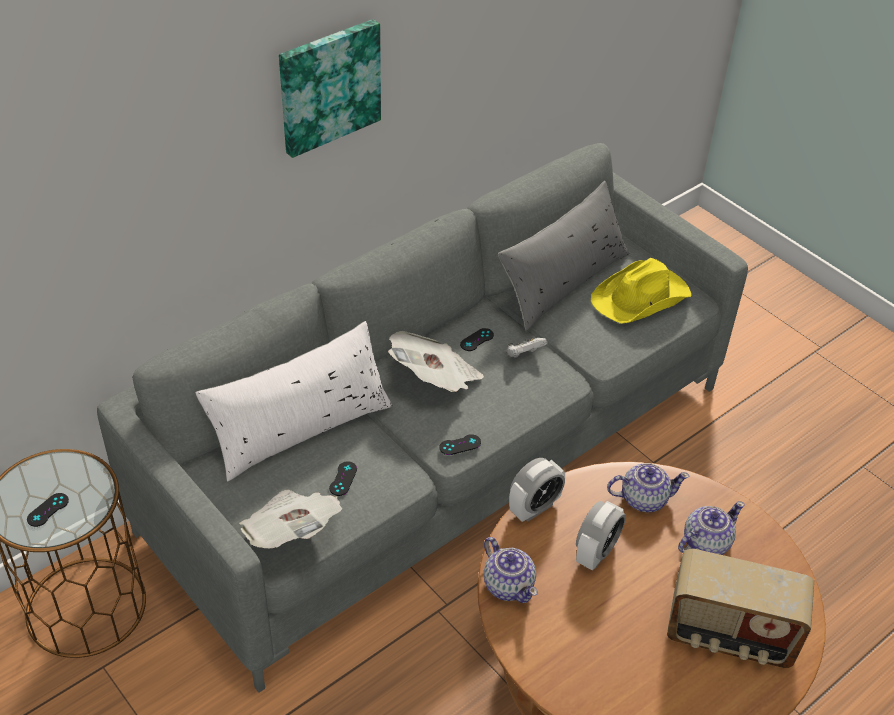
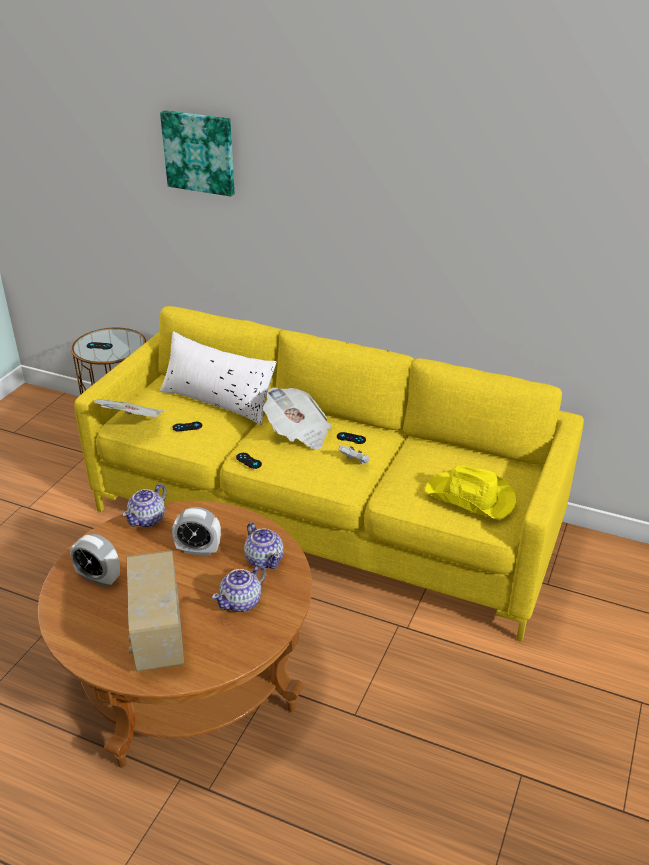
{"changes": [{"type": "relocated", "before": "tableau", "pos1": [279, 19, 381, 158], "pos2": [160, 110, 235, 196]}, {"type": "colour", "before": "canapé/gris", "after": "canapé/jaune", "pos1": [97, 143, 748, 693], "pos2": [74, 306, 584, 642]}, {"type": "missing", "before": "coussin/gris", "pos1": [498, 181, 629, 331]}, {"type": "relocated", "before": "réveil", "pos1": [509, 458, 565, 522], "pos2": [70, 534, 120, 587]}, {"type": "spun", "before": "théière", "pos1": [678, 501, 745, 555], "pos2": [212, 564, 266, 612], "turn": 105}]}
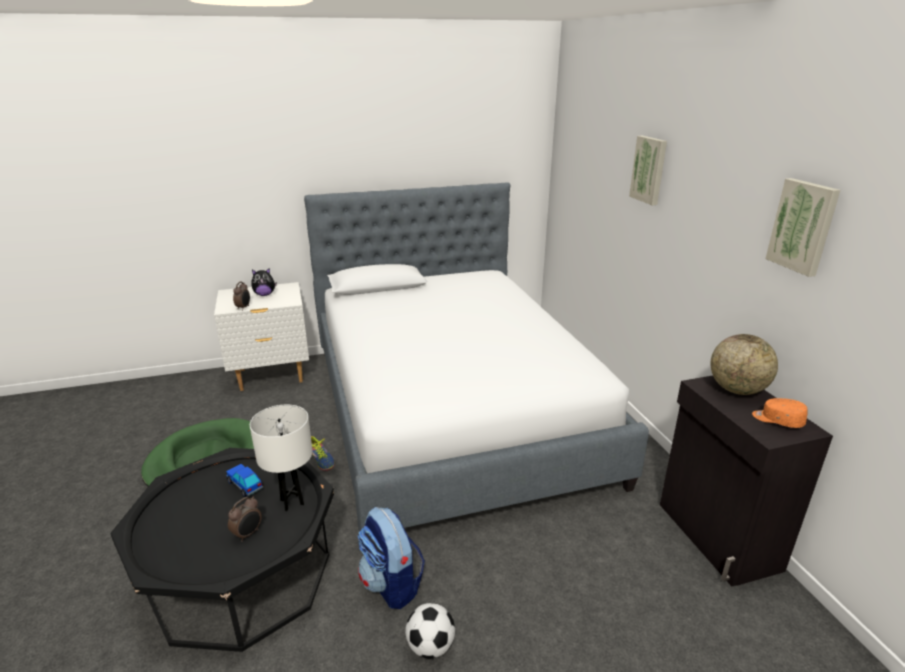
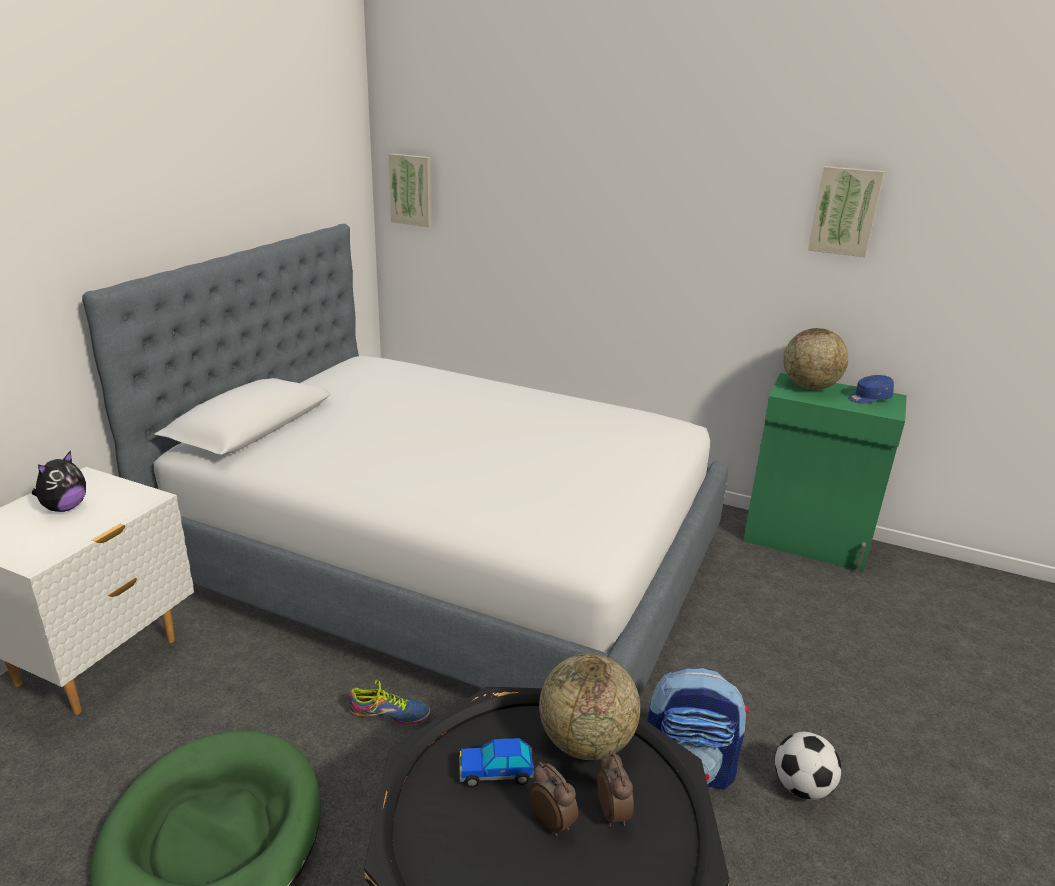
{"changes": [{"type": "relocated", "before": "tableau", "pos1": [629, 136, 667, 205], "pos2": [388, 153, 432, 227]}, {"type": "relocated", "before": "réveil", "pos1": [233, 281, 250, 309], "pos2": [529, 762, 578, 836]}, {"type": "colour", "before": "meuble de rangement/noir", "after": "meuble de rangement/vert", "pos1": [660, 376, 833, 586], "pos2": [743, 373, 907, 572]}, {"type": "colour", "before": "casquette/orange", "after": "casquette/bleu", "pos1": [752, 398, 808, 428], "pos2": [848, 375, 894, 403]}, {"type": "exchanged", "before": "lampe de table/blanc", "after": "globe", "pos1": [250, 405, 313, 511], "pos2": [539, 653, 640, 760]}]}
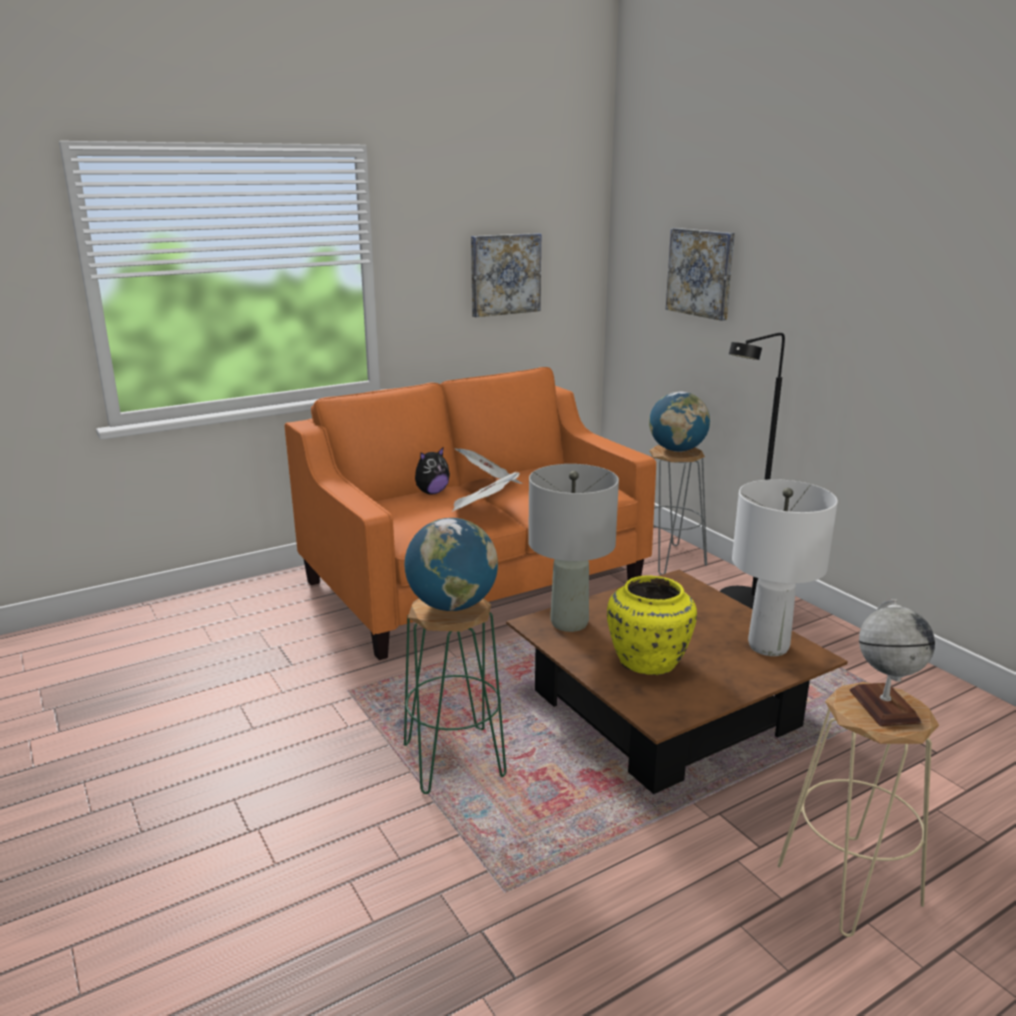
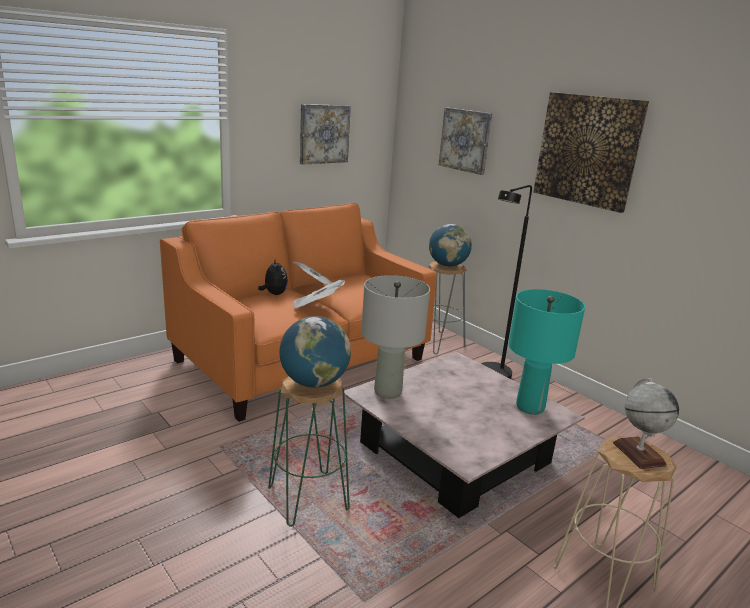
{"changes": [{"type": "spun", "before": "peluche", "pos1": [415, 448, 450, 494], "pos2": [258, 258, 288, 295], "turn": -60}, {"type": "colour", "before": "lampe de table/blanc", "after": "lampe de table/turquoise", "pos1": [732, 479, 838, 656], "pos2": [508, 289, 585, 415]}, {"type": "colour", "before": "table basse/marron", "after": "table basse/rose", "pos1": [506, 570, 848, 794], "pos2": [342, 352, 585, 518]}, {"type": "missing", "before": "vase/jaune", "pos1": [607, 575, 697, 675]}, {"type": "appeared", "after": "tableau", "pos2": [533, 92, 649, 213]}]}
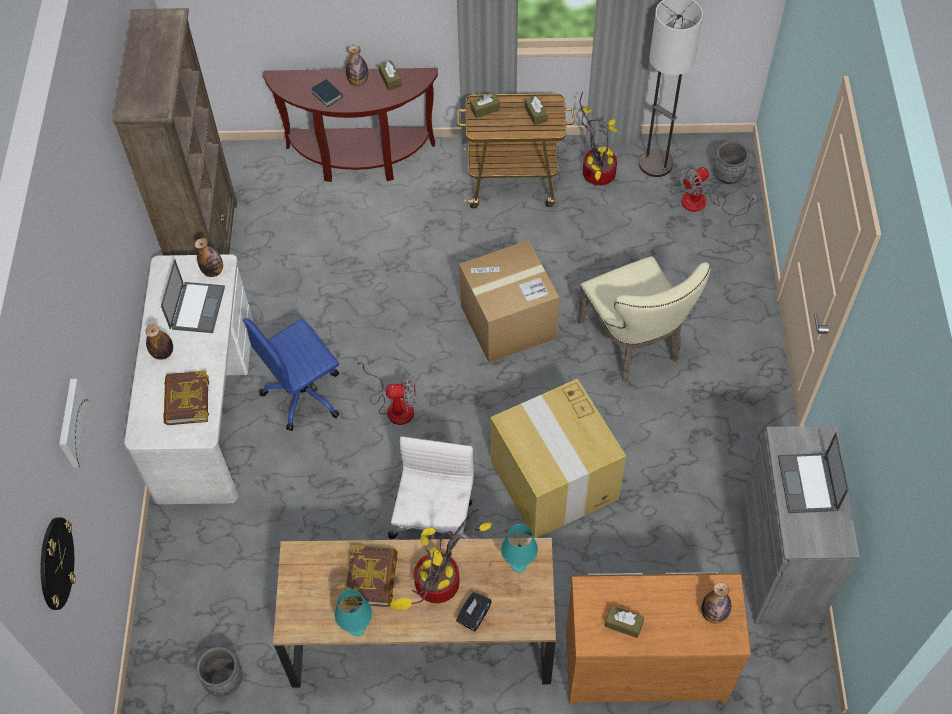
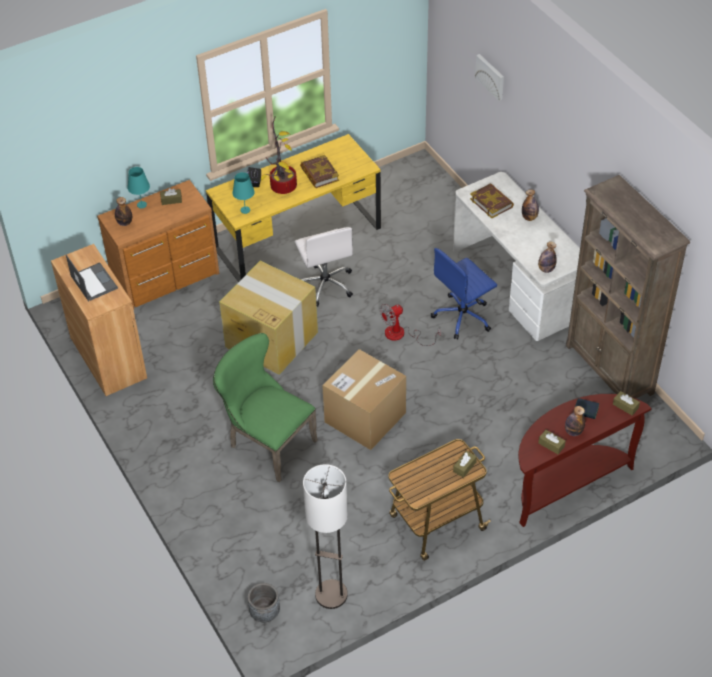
{"changes": [{"type": "missing", "before": "plante en pot", "pos1": [579, 92, 618, 185]}, {"type": "relocated", "before": "boîte à mouchoirs/marron", "pos1": [525, 96, 548, 125], "pos2": [613, 391, 640, 415]}, {"type": "missing", "before": "ventilateur", "pos1": [679, 167, 757, 216]}, {"type": "colour", "before": "chaise/beige", "after": "chaise/vert", "pos1": [577, 256, 711, 382], "pos2": [213, 333, 318, 482]}, {"type": "missing", "before": "ordinateur portable", "pos1": [161, 259, 225, 333]}, {"type": "spun", "before": "chaise de bureau/bleu", "pos1": [242, 318, 339, 431], "pos2": [431, 248, 497, 340], "turn": -150}, {"type": "colour", "before": "meuble de rangement/gris", "after": "meuble de rangement/marron", "pos1": [739, 426, 860, 624], "pos2": [51, 244, 147, 396]}, {"type": "missing", "before": "horloge murale", "pos1": [41, 517, 76, 610]}, {"type": "colour", "before": "bureau/marron", "after": "bureau/jaune", "pos1": [273, 538, 556, 688], "pos2": [206, 134, 381, 282]}, {"type": "relocated", "before": "lampe de table/turquoise", "pos1": [335, 589, 372, 636], "pos2": [128, 167, 150, 208]}, {"type": "missing", "before": "cache-pot/gris", "pos1": [196, 647, 243, 697]}]}
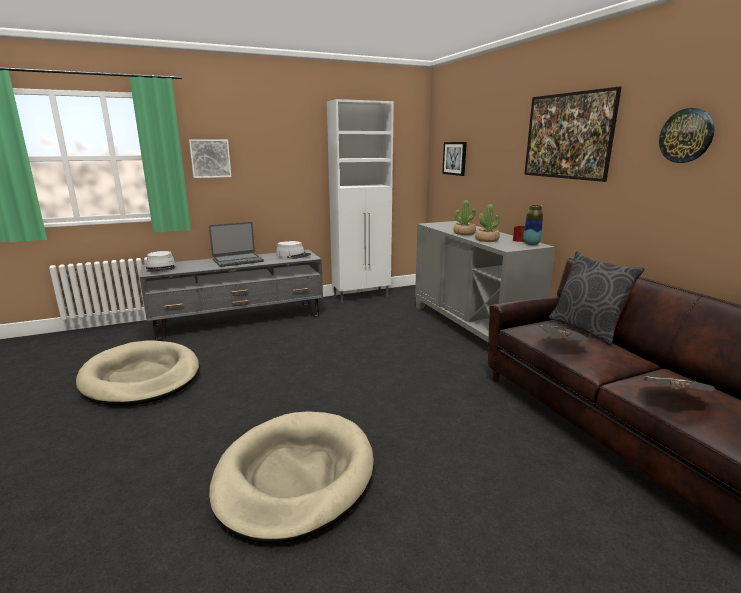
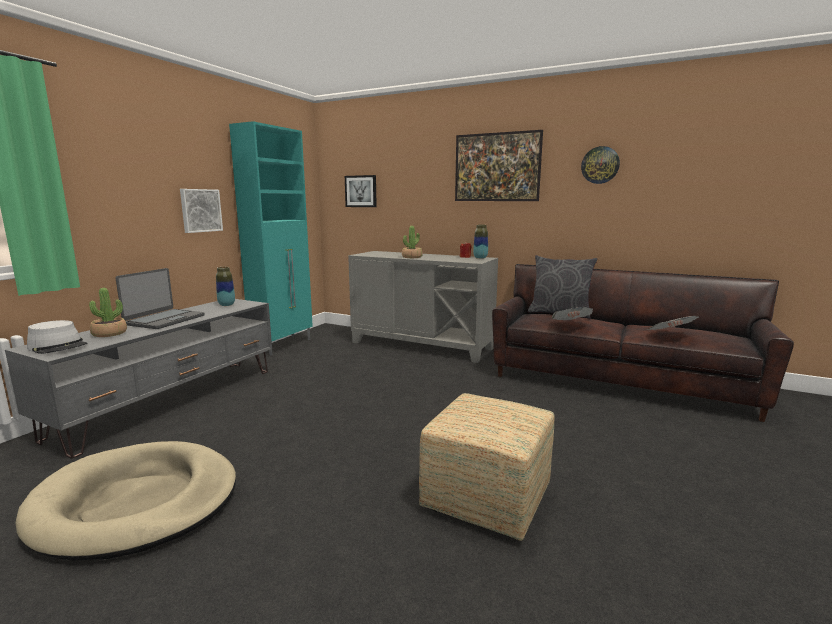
{"changes": [{"type": "colour", "before": "meuble de rangement/blanc", "after": "meuble de rangement/turquoise", "pos1": [327, 99, 394, 303], "pos2": [229, 121, 313, 355]}, {"type": "relocated", "before": "tableau", "pos1": [189, 139, 231, 178], "pos2": [180, 189, 223, 233]}, {"type": "relocated", "before": "plante en pot", "pos1": [475, 204, 500, 242], "pos2": [89, 288, 127, 337]}, {"type": "exchanged", "before": "chapeau/gris", "after": "vase", "pos1": [276, 241, 311, 259], "pos2": [216, 267, 235, 306]}, {"type": "exchanged", "before": "panier pour chien/beige", "after": "pouf", "pos1": [209, 411, 374, 543], "pos2": [419, 393, 554, 541]}]}
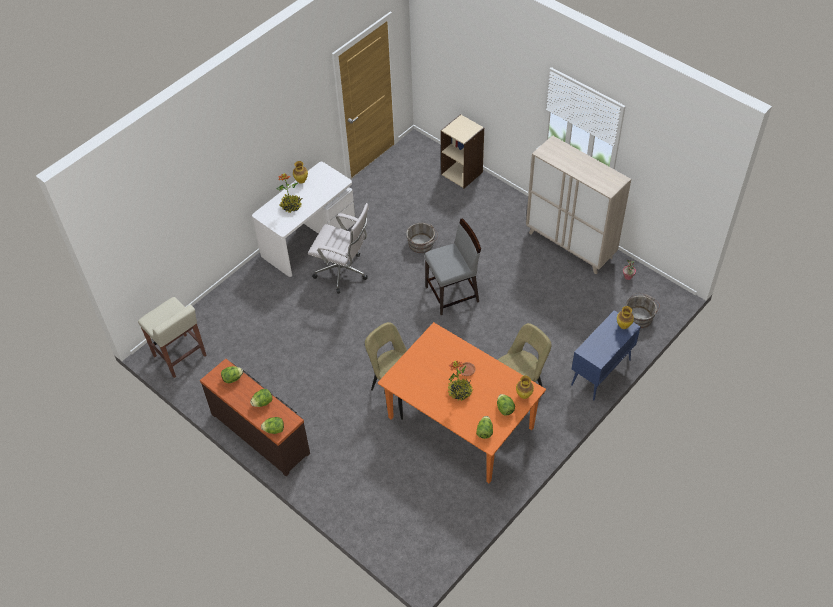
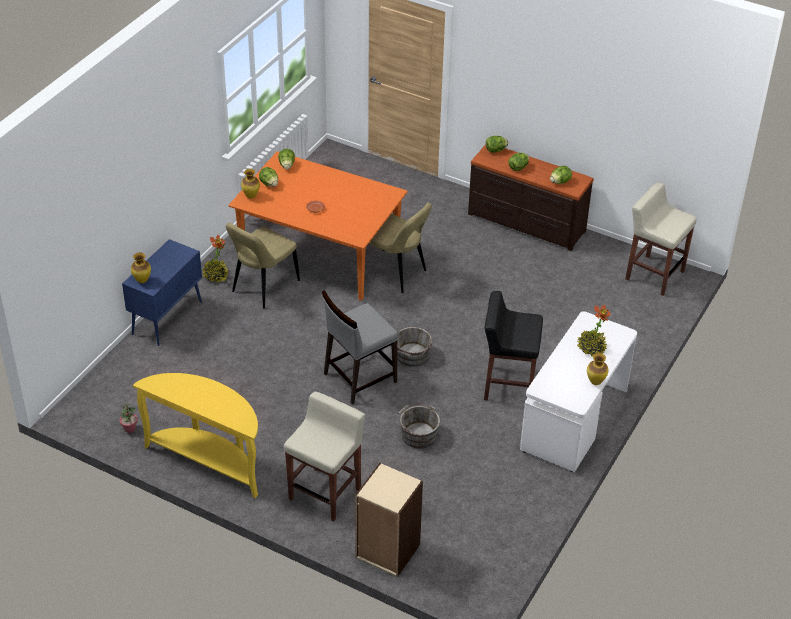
{"changes": [{"type": "exchanged", "before": "meuble de rangement/beige", "after": "table console/jaune", "pos1": [526, 135, 631, 274], "pos2": [133, 373, 258, 498]}, {"type": "exchanged", "before": "chaise de bureau/blanc", "after": "tabouret/noir", "pos1": [308, 203, 369, 294], "pos2": [484, 291, 543, 401]}, {"type": "relocated", "before": "seau/gris", "pos1": [626, 293, 660, 328], "pos2": [397, 327, 433, 367]}, {"type": "relocated", "before": "plante en pot", "pos1": [448, 360, 473, 401], "pos2": [202, 235, 229, 283]}, {"type": "appeared", "after": "tabouret/beige", "pos2": [284, 391, 365, 521]}]}
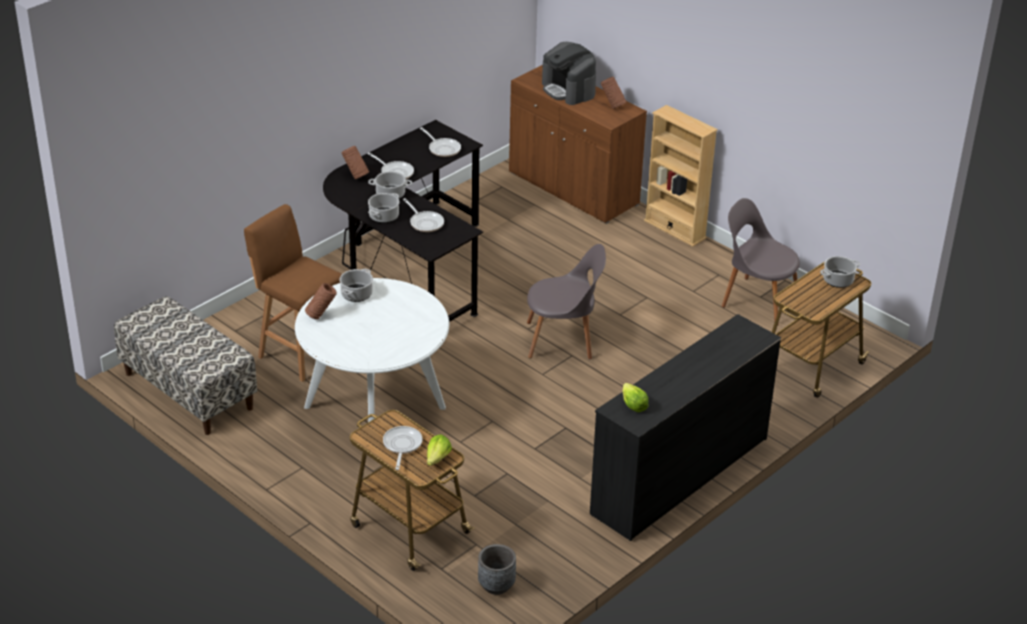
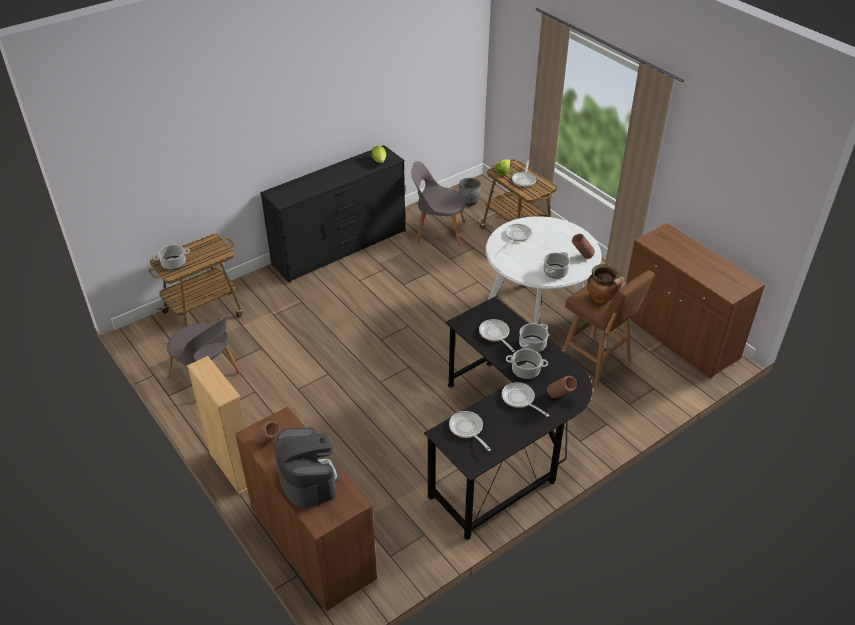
{"changes": [{"type": "relocated", "before": "chaise/gris", "pos1": [527, 244, 606, 359], "pos2": [411, 161, 465, 246]}, {"type": "exchanged", "before": "banc", "after": "meuble de rangement/marron", "pos1": [114, 296, 257, 435], "pos2": [626, 223, 766, 379]}, {"type": "appeared", "after": "poêle", "pos2": [503, 224, 532, 249]}, {"type": "appeared", "after": "marmite", "pos2": [587, 264, 622, 303]}]}
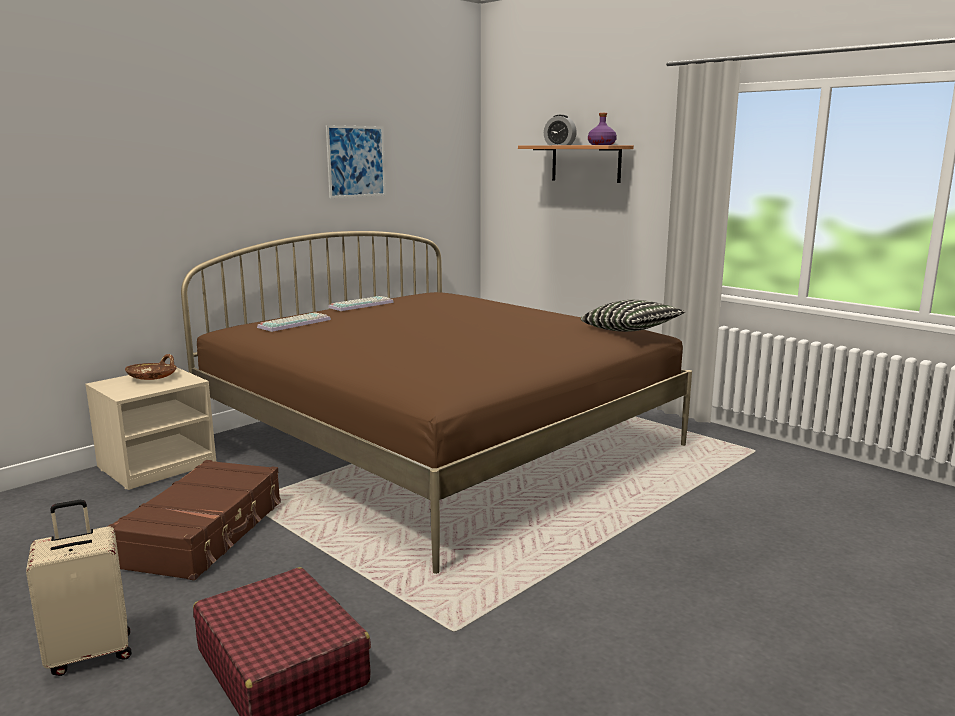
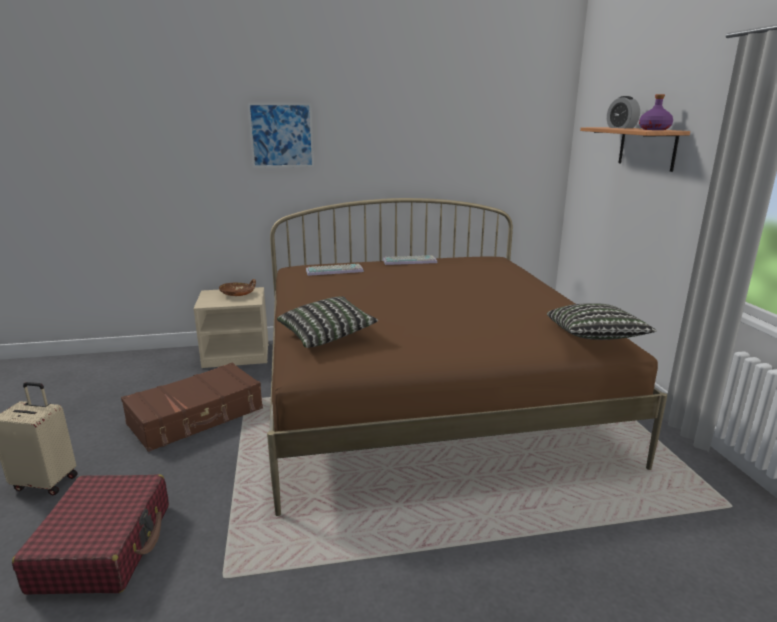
{"changes": [{"type": "relocated", "before": "tableau", "pos1": [326, 125, 385, 198], "pos2": [248, 103, 314, 168]}, {"type": "appeared", "after": "coussin", "pos2": [277, 297, 378, 348]}]}
